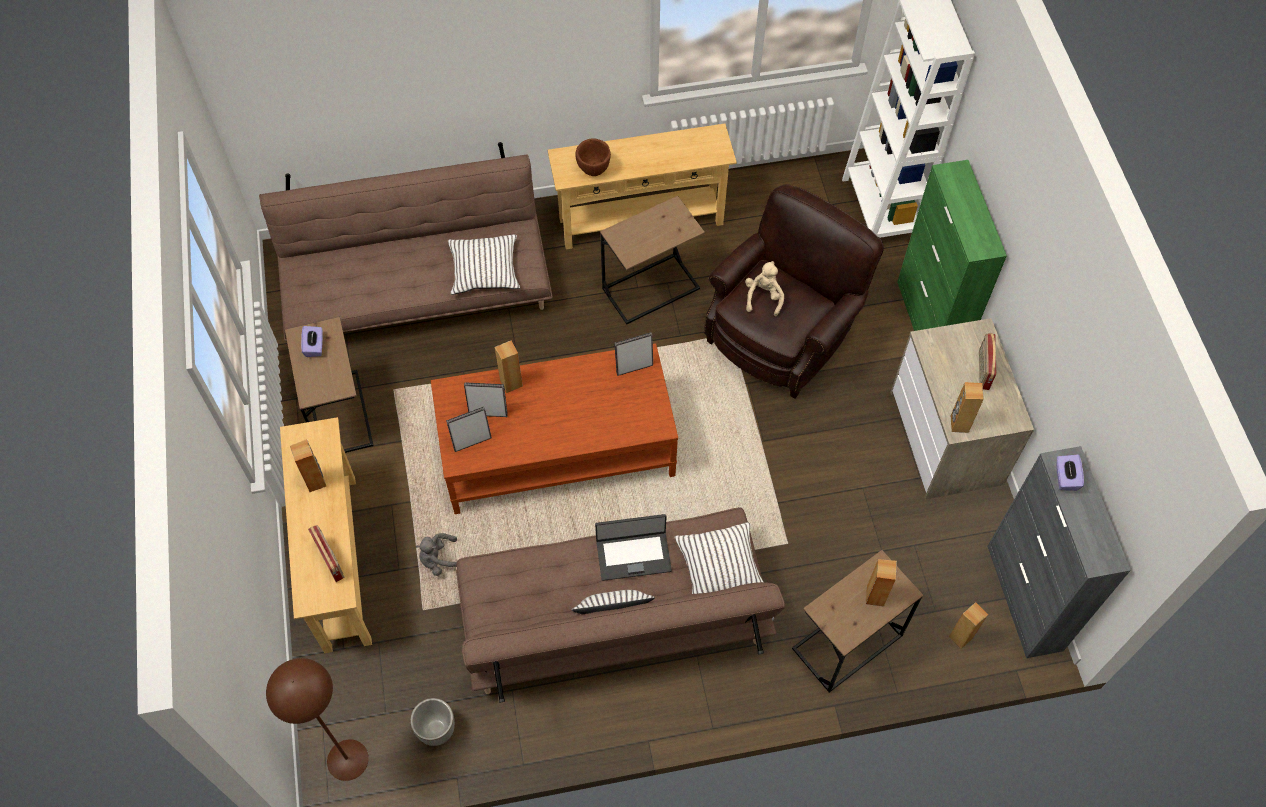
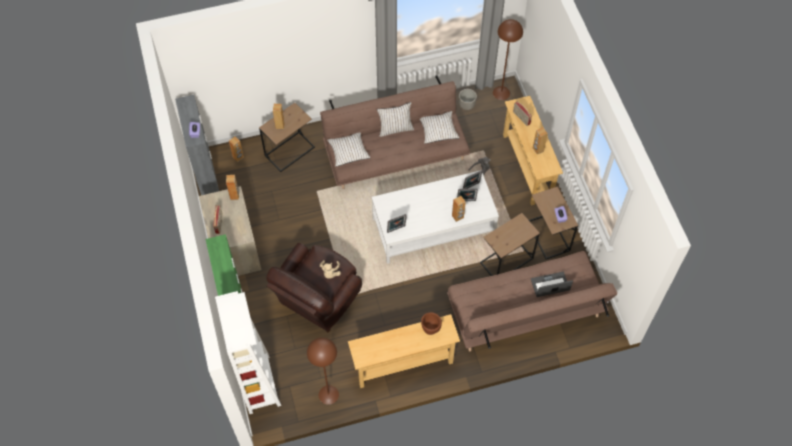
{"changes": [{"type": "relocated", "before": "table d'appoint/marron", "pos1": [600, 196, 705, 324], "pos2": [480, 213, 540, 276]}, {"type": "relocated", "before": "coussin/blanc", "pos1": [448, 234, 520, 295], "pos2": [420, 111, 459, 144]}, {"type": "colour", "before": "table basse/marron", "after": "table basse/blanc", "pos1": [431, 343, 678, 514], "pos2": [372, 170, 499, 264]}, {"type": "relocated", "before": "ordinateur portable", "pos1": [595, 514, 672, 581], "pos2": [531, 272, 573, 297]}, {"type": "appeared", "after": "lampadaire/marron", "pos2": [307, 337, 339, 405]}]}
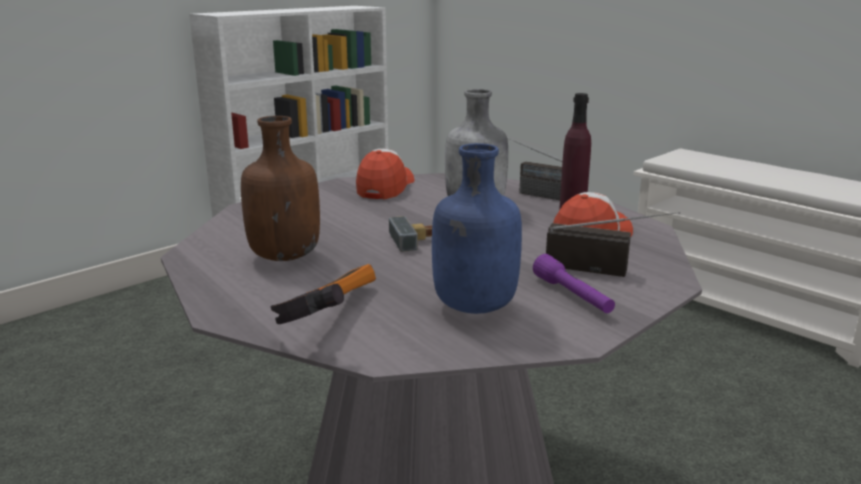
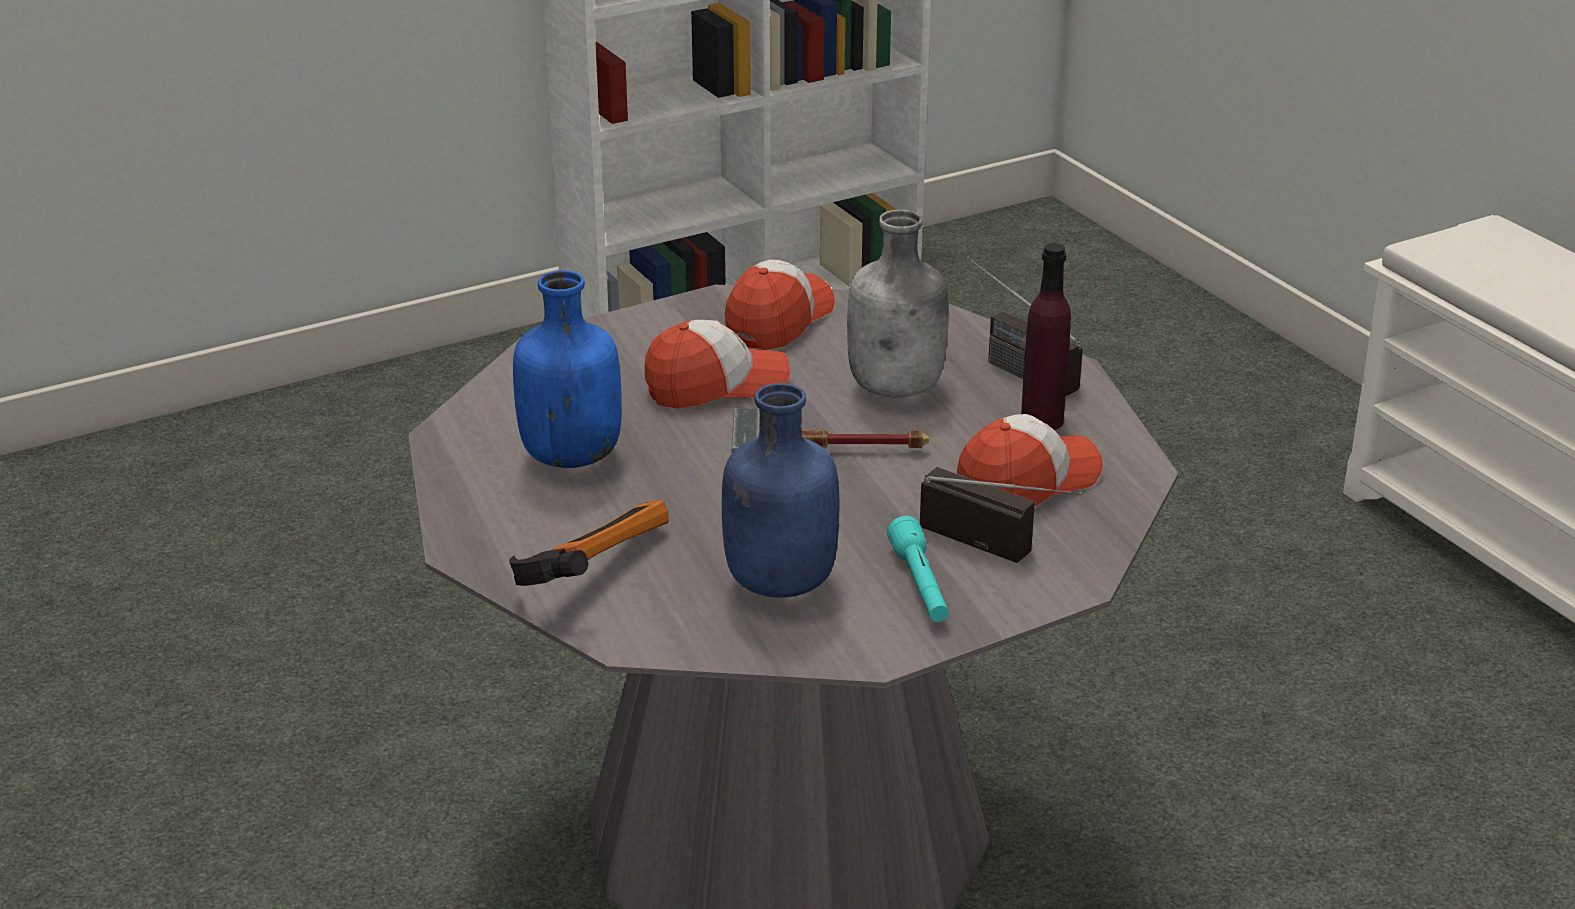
{"changes": [{"type": "colour", "before": "bouteille/marron", "after": "bouteille/bleu", "pos1": [241, 116, 320, 261], "pos2": [513, 270, 622, 468]}, {"type": "colour", "before": "lampe de poche/violet", "after": "lampe de poche/turquoise", "pos1": [533, 254, 615, 313], "pos2": [887, 516, 949, 622]}, {"type": "appeared", "after": "casquette", "pos2": [644, 320, 790, 409]}]}
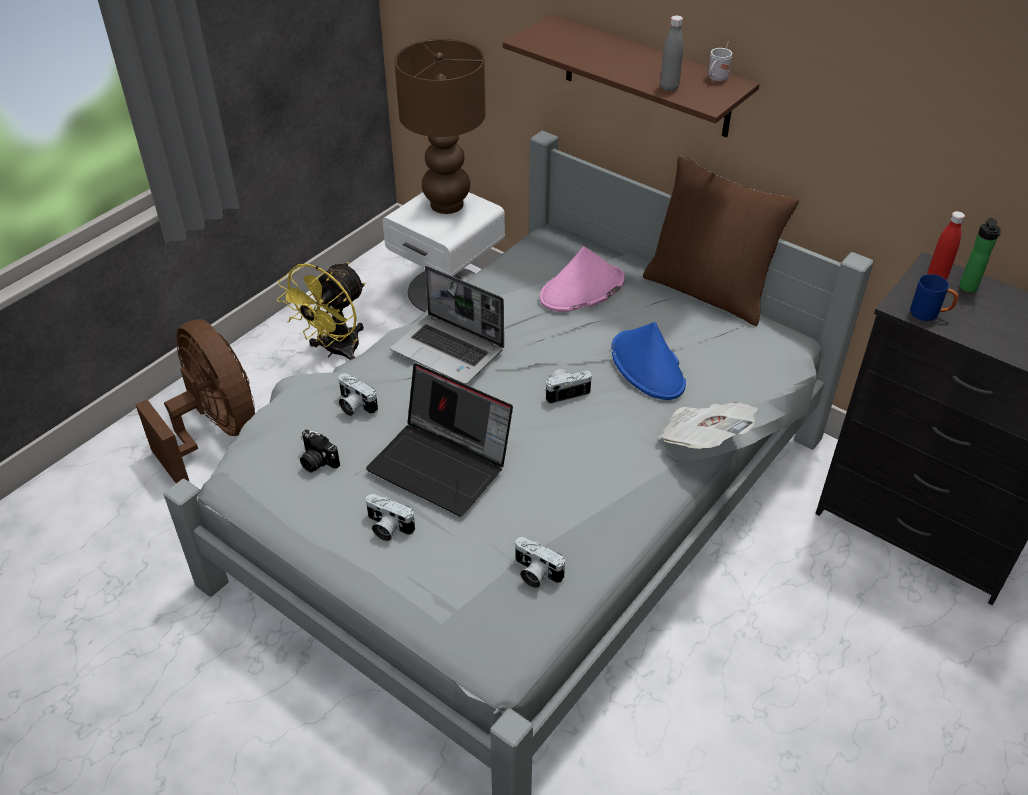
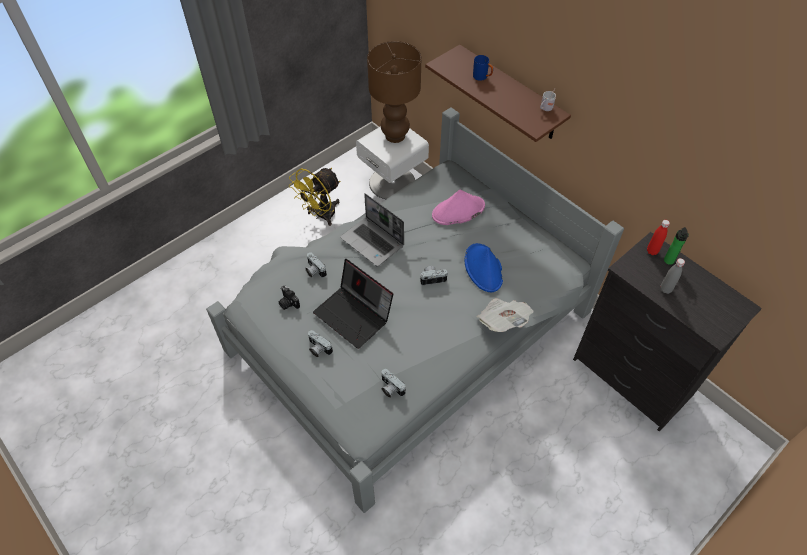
{"changes": [{"type": "relocated", "before": "bouteille/gris", "pos1": [660, 15, 683, 91], "pos2": [660, 258, 685, 294]}, {"type": "missing", "before": "coussin/marron", "pos1": [643, 155, 800, 326]}, {"type": "relocated", "before": "mug/bleu", "pos1": [910, 274, 958, 321], "pos2": [473, 55, 493, 81]}, {"type": "missing", "before": "ventilateur/marron", "pos1": [135, 319, 255, 483]}]}
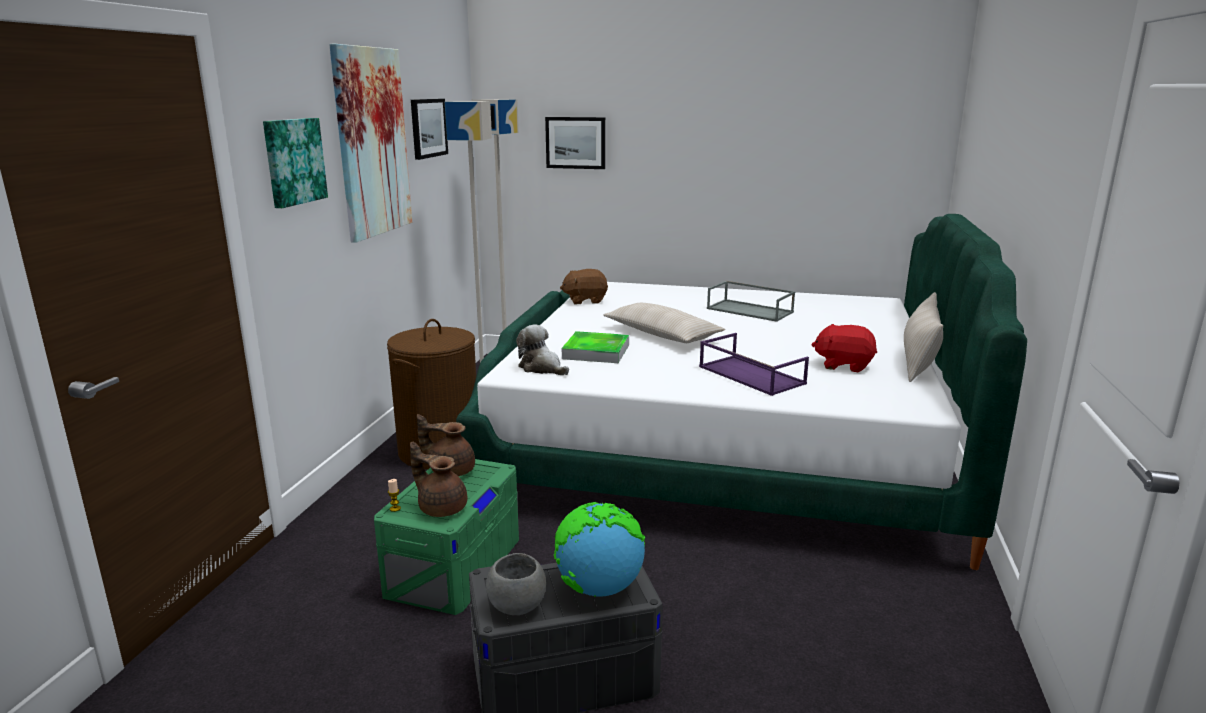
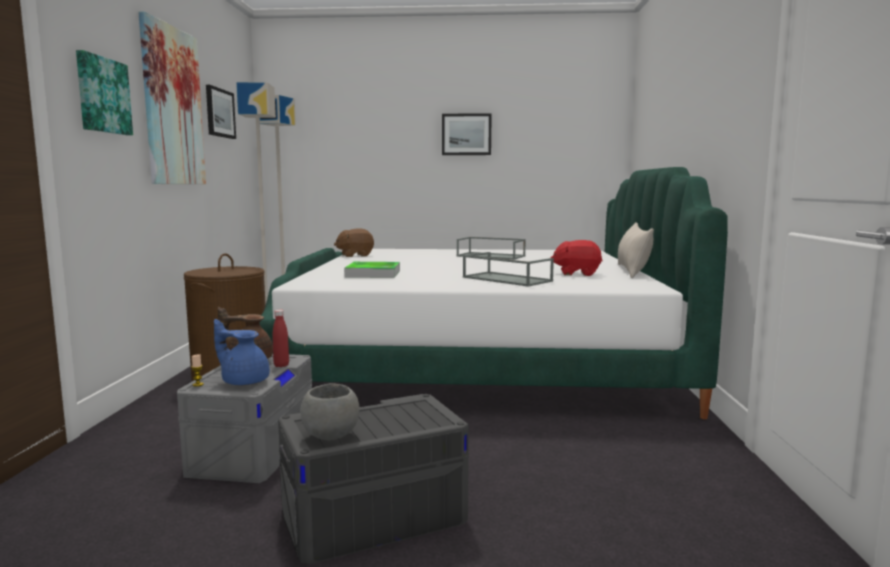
{"changes": [{"type": "relocated", "before": "tableau", "pos1": [545, 117, 605, 169], "pos2": [442, 113, 492, 155]}, {"type": "missing", "before": "coussin/beige", "pos1": [603, 303, 725, 343]}, {"type": "missing", "before": "peluche", "pos1": [516, 324, 569, 375]}, {"type": "colour", "before": "plateau/violet", "after": "plateau/gris", "pos1": [699, 333, 809, 396], "pos2": [463, 252, 554, 287]}, {"type": "colour", "before": "théière/marron", "after": "théière/bleu", "pos1": [410, 442, 467, 517], "pos2": [214, 319, 270, 385]}, {"type": "colour", "before": "boîte de rangement/vert", "after": "boîte de rangement/gris", "pos1": [374, 459, 519, 615], "pos2": [177, 354, 312, 483]}, {"type": "missing", "before": "globe", "pos1": [554, 502, 645, 597]}, {"type": "appeared", "after": "bouteille/rouge", "pos2": [272, 310, 289, 367]}]}
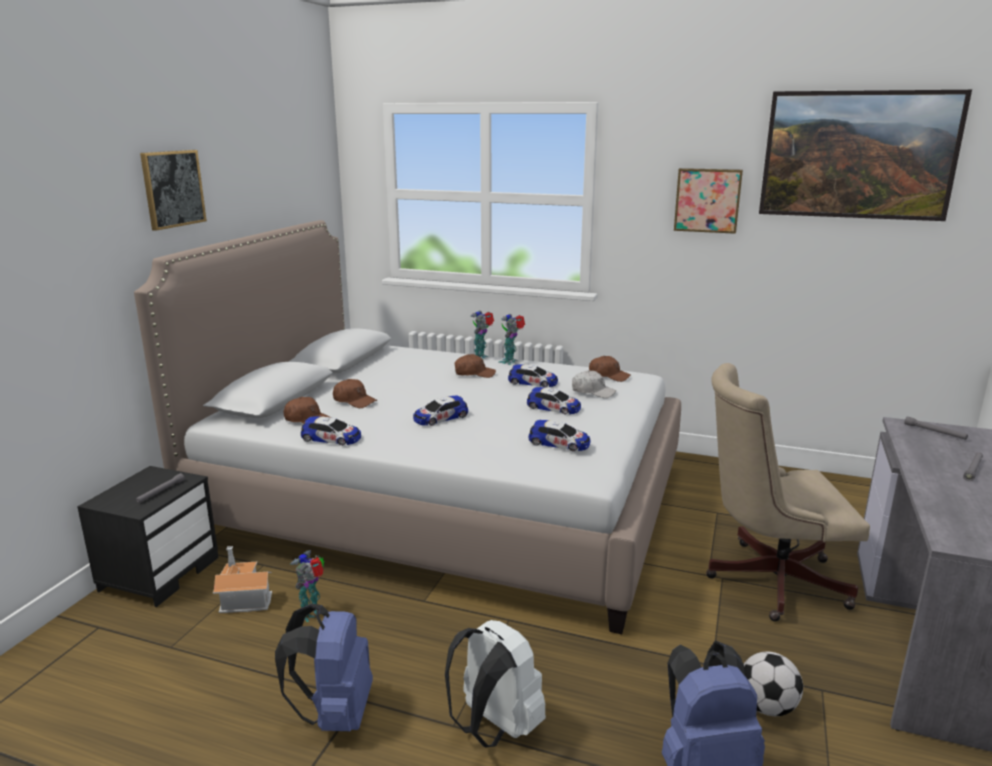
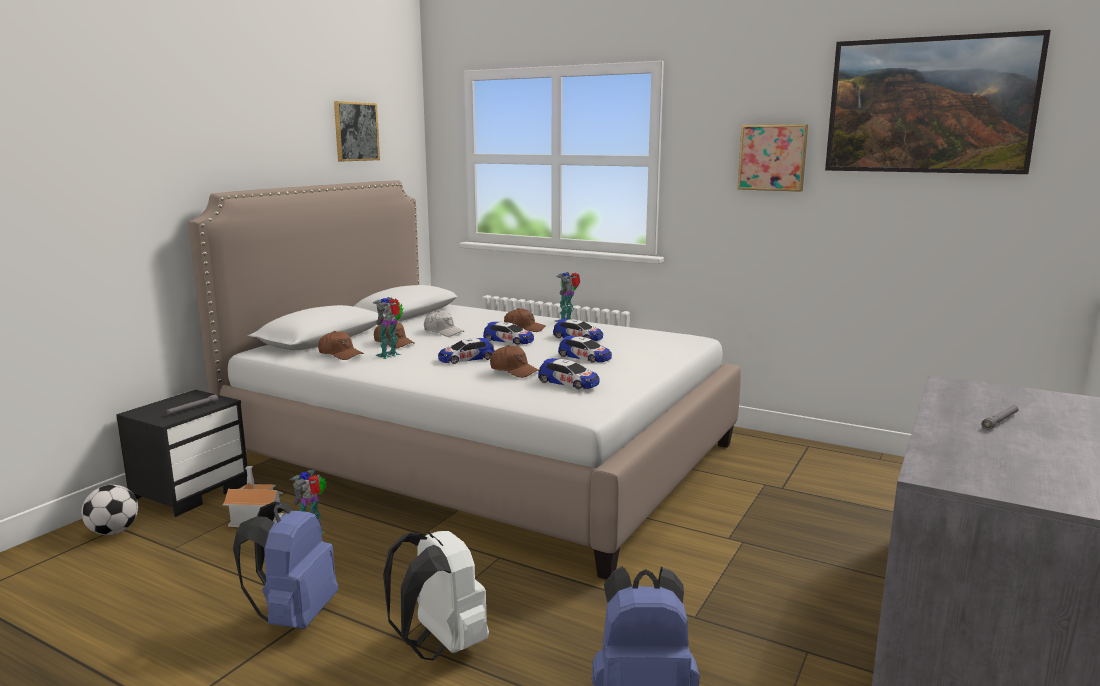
{"changes": [{"type": "relocated", "before": "tableau", "pos1": [140, 150, 207, 231], "pos2": [334, 101, 380, 162]}, {"type": "relocated", "before": "robot jouet", "pos1": [471, 310, 494, 359], "pos2": [373, 297, 403, 359]}, {"type": "relocated", "before": "casquette/marron", "pos1": [589, 356, 631, 382], "pos2": [490, 345, 539, 378]}, {"type": "missing", "before": "chaise de bureau/beige", "pos1": [706, 363, 870, 622]}, {"type": "relocated", "before": "casquette/blanc", "pos1": [572, 370, 616, 398], "pos2": [424, 311, 464, 337]}, {"type": "missing", "before": "lampe de poche/gris", "pos1": [904, 416, 968, 440]}, {"type": "relocated", "before": "petite voiture", "pos1": [301, 417, 361, 446], "pos2": [483, 322, 534, 345]}, {"type": "relocated", "before": "ballon de foot", "pos1": [744, 652, 803, 716], "pos2": [81, 485, 138, 535]}]}
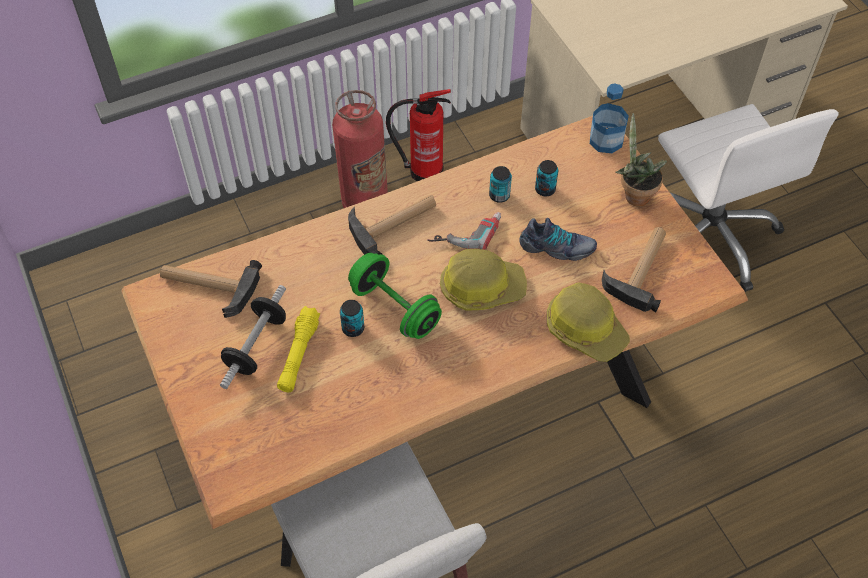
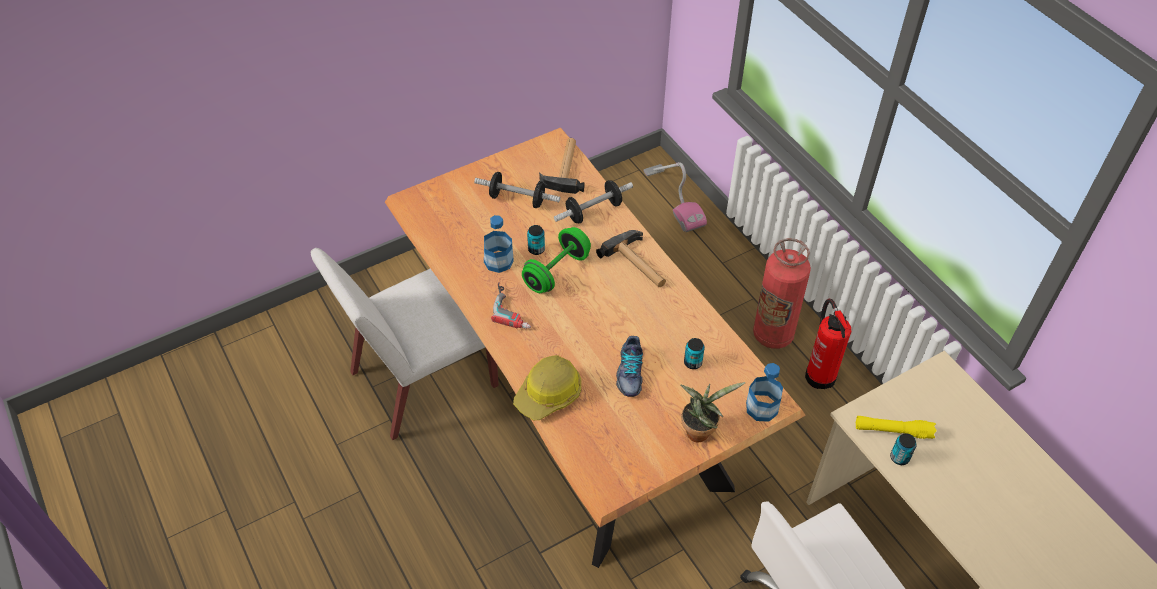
{"changes": [{"type": "relocated", "before": "boîte métallique", "pos1": [489, 166, 512, 203], "pos2": [890, 433, 917, 465]}, {"type": "relocated", "before": "perceuse", "pos1": [427, 212, 501, 250], "pos2": [491, 282, 531, 329]}, {"type": "missing", "before": "marteau", "pos1": [602, 227, 666, 313]}, {"type": "missing", "before": "casque de chantier", "pos1": [440, 249, 527, 311]}, {"type": "relocated", "before": "lampe de poche/jaune", "pos1": [277, 306, 320, 392], "pos2": [856, 416, 937, 439]}, {"type": "appeared", "after": "aspirateur", "pos2": [644, 162, 707, 232]}, {"type": "appeared", "after": "haltère", "pos2": [554, 180, 633, 223]}, {"type": "appeared", "after": "bouteille", "pos2": [484, 215, 514, 273]}]}
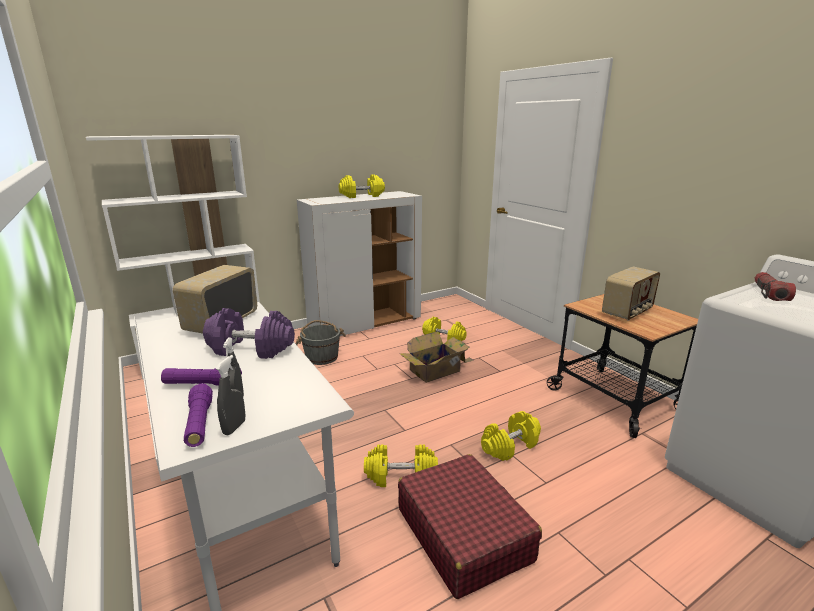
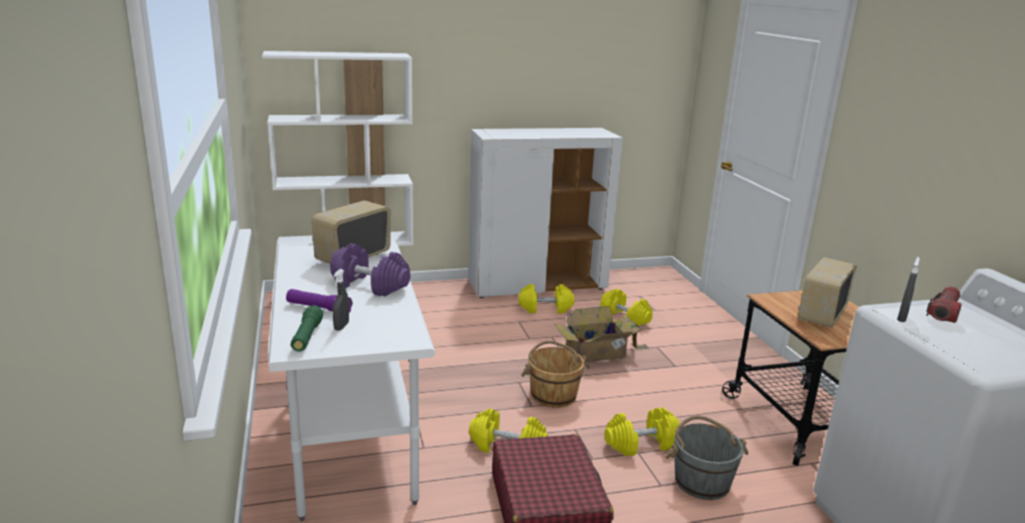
{"changes": [{"type": "relocated", "before": "haltère/jaune", "pos1": [339, 174, 385, 198], "pos2": [518, 284, 574, 313]}, {"type": "spun", "before": "radio", "pos1": [602, 266, 660, 321], "pos2": [798, 257, 857, 327], "turn": 150}, {"type": "relocated", "before": "seau/gris", "pos1": [296, 320, 346, 365], "pos2": [665, 416, 749, 500]}, {"type": "relocated", "before": "vaporisateur/gris", "pos1": [216, 355, 245, 435], "pos2": [897, 257, 920, 322]}, {"type": "colour", "before": "lampe de poche/violet", "after": "lampe de poche/vert", "pos1": [184, 384, 213, 447], "pos2": [291, 305, 323, 352]}, {"type": "appeared", "after": "seau/marron", "pos2": [521, 341, 590, 408]}]}
